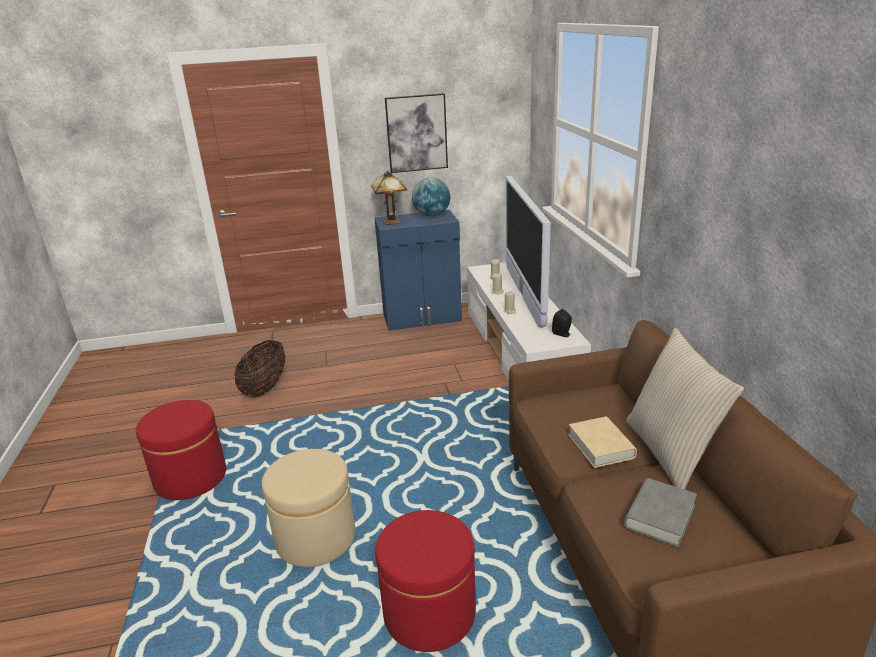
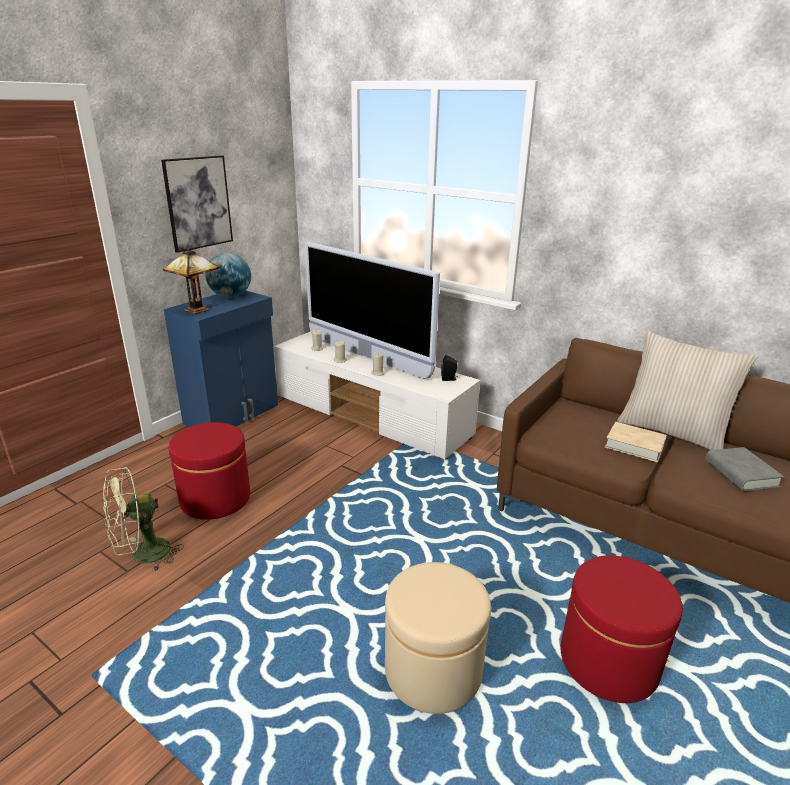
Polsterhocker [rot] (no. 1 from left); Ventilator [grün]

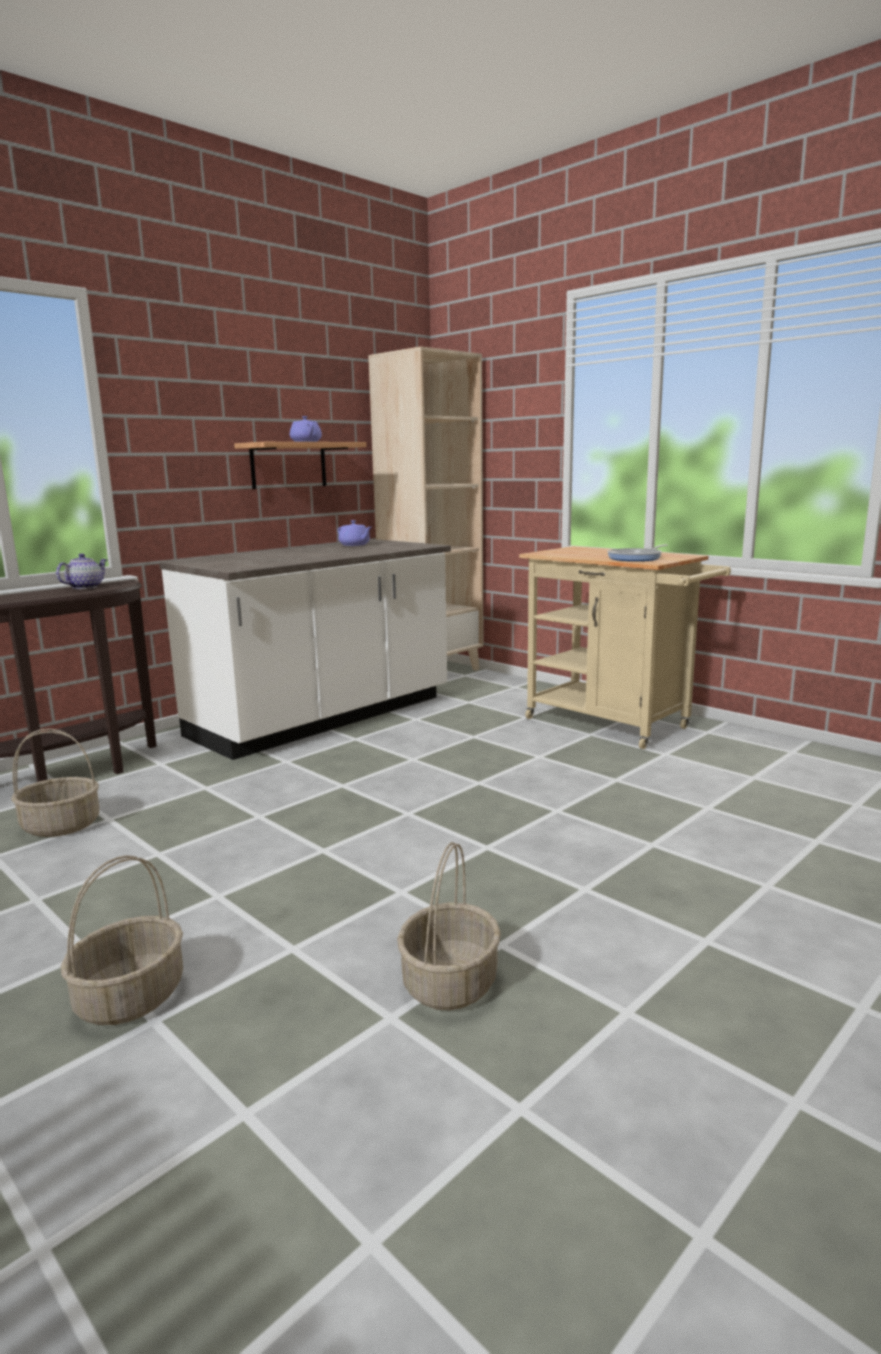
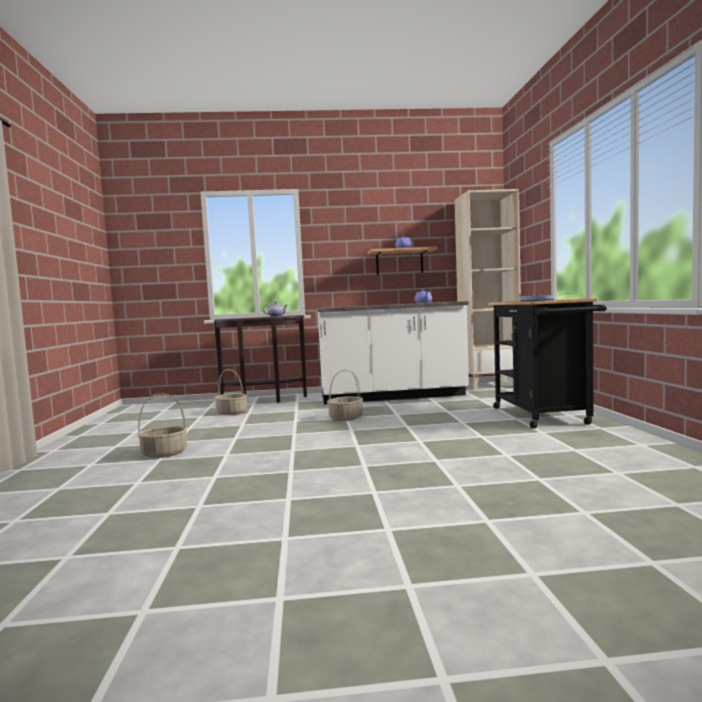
Korb (no. 3 from left); Rollwagen [schwarz]

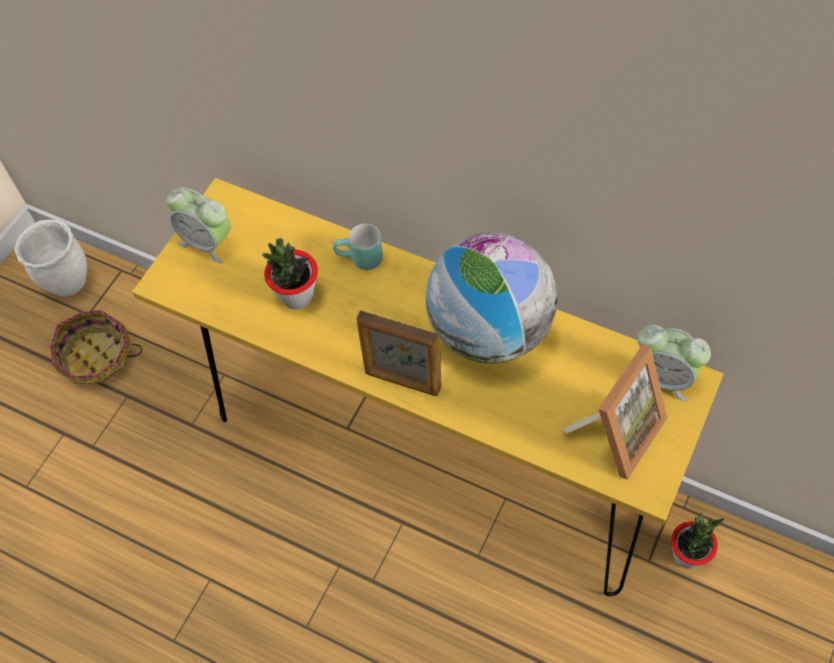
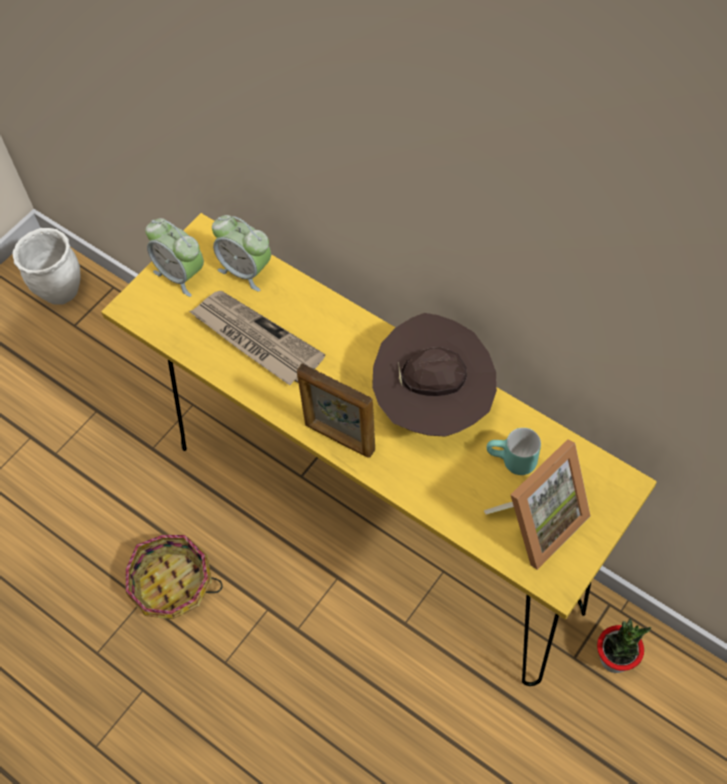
Korb; Zeitung; Henkelbecher [türkis]; Hut [braun]; Wecker (no. 2 from left)

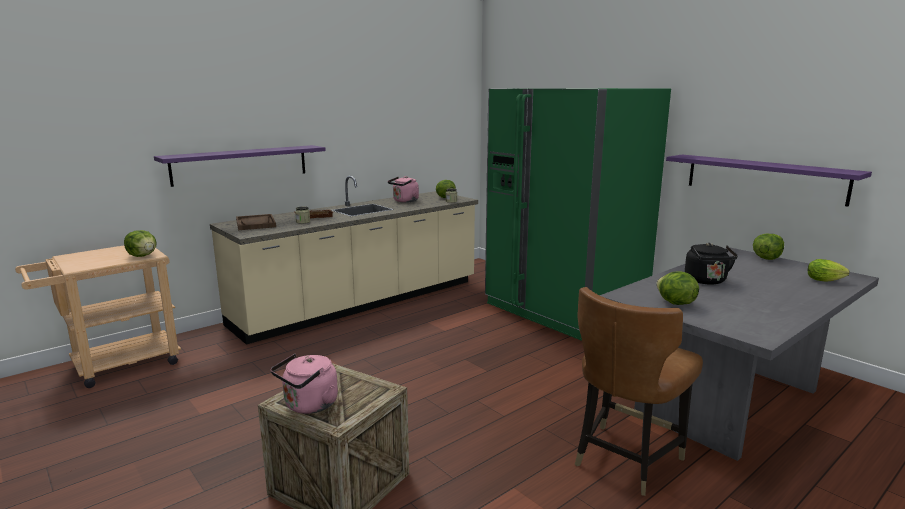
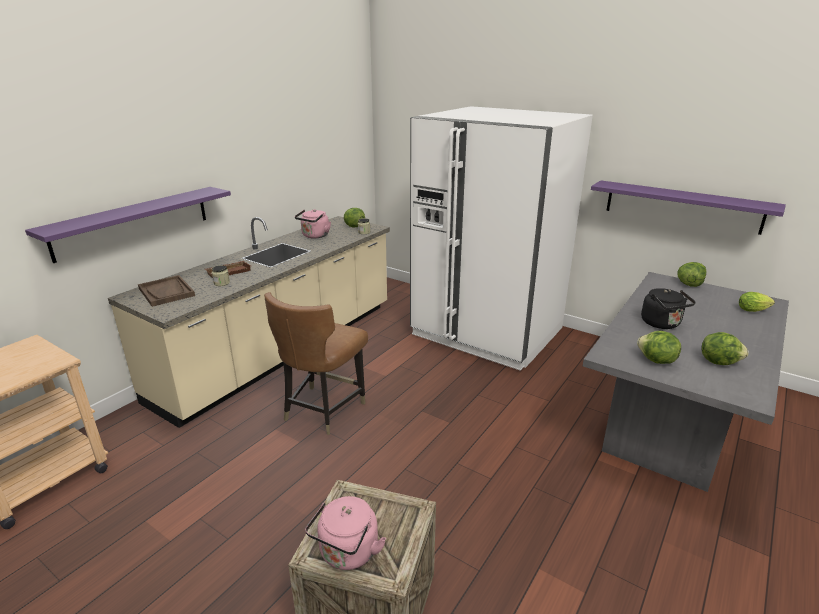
Salatkopf (no. 4 from left); Kühlschrank [weiß]; Stuhl [braun]

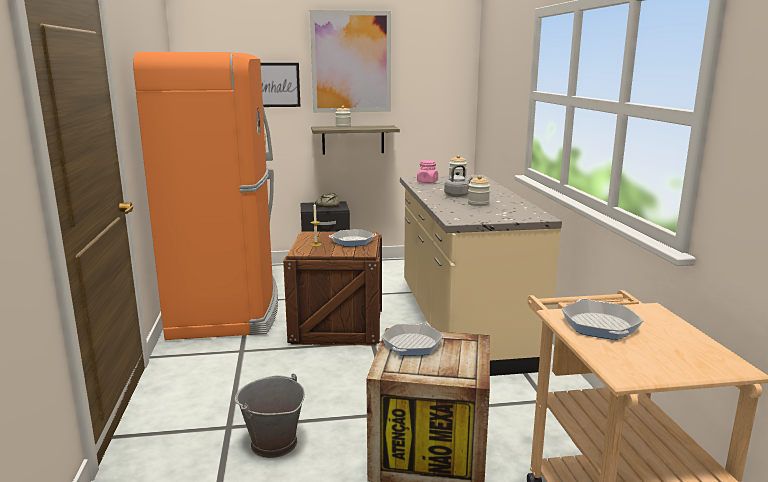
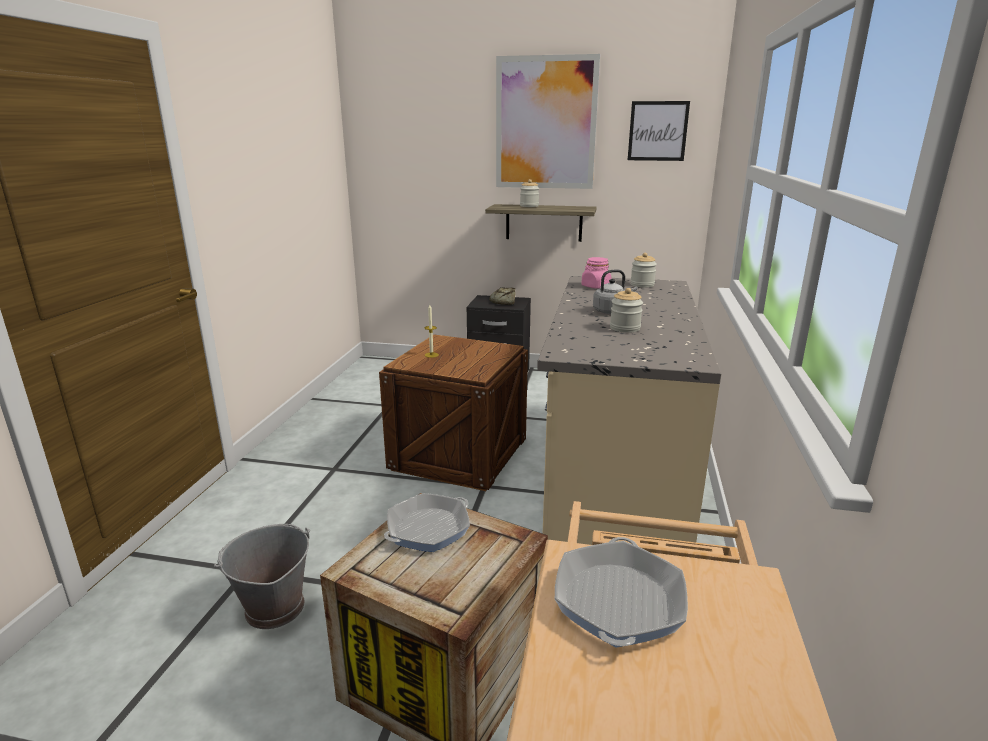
Kühlschrank [orange]; Bild (no. 2 from left); Pfanne (no. 1 from left in the first image)

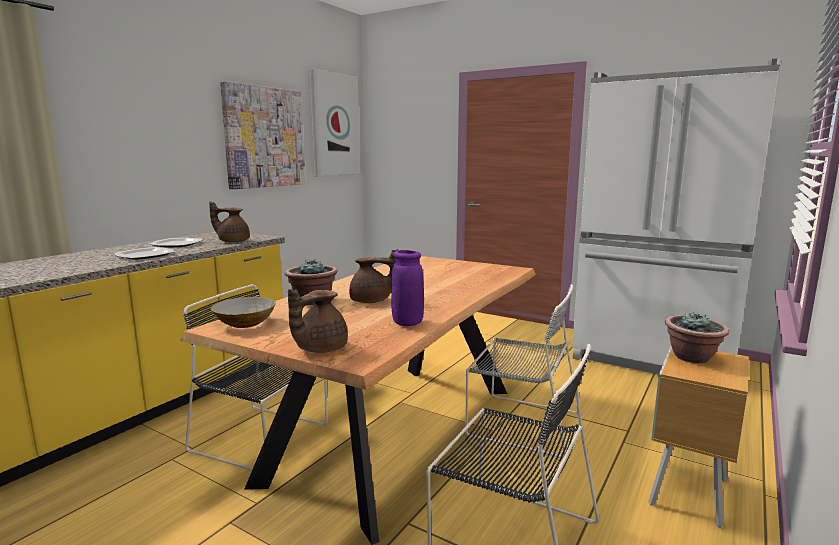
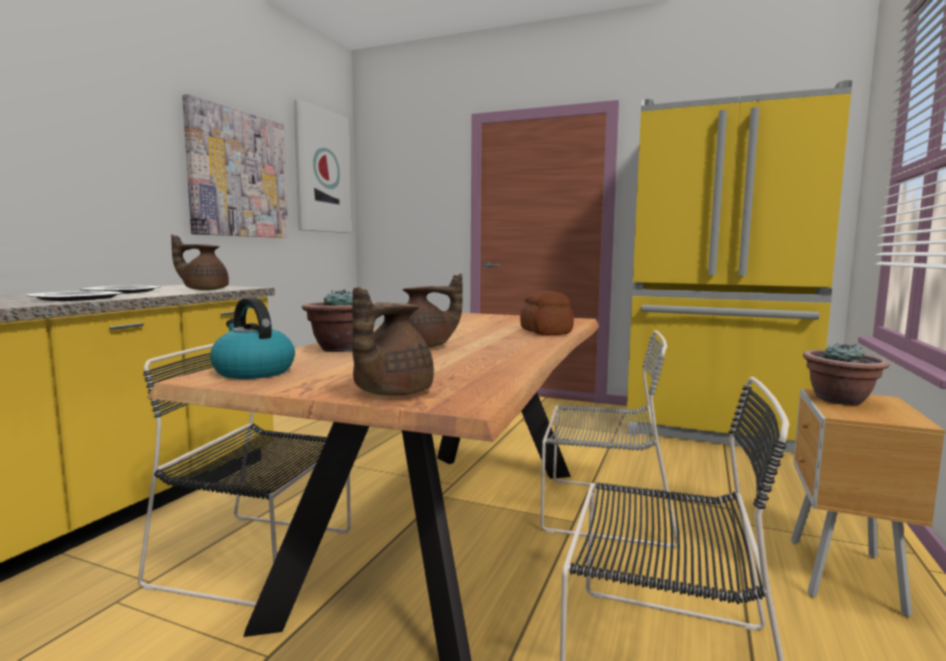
Wasserkessel; Vase [lila]; Kühlschrank [gelb]; Brot

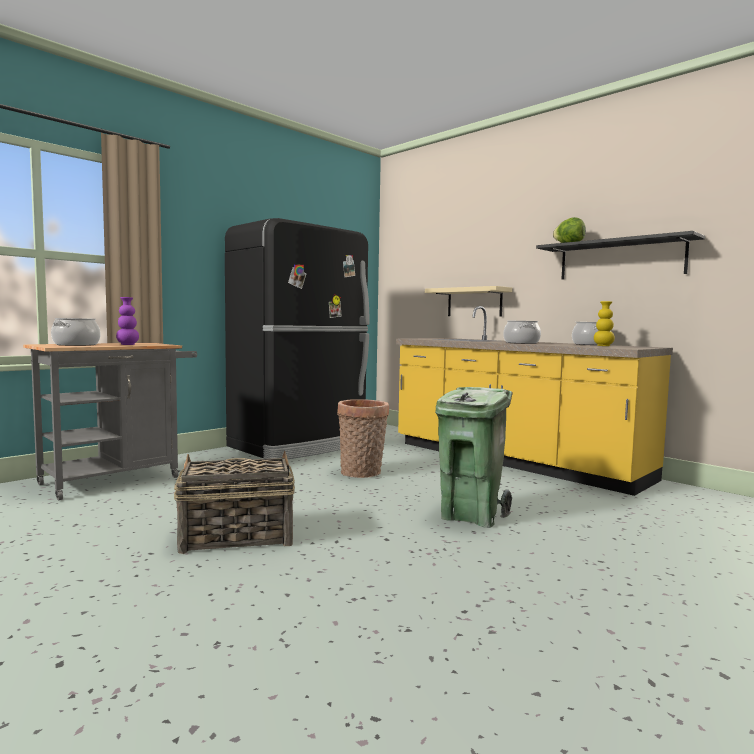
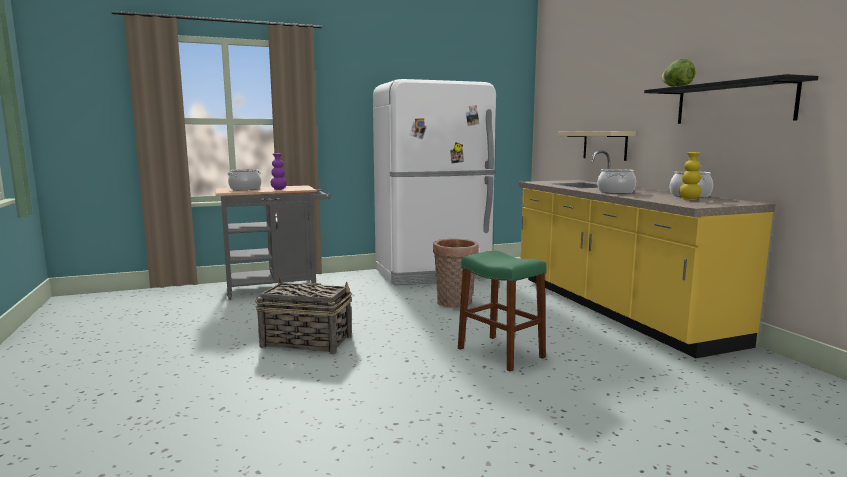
Kühlschrank [weiß]; Hocker [grün]

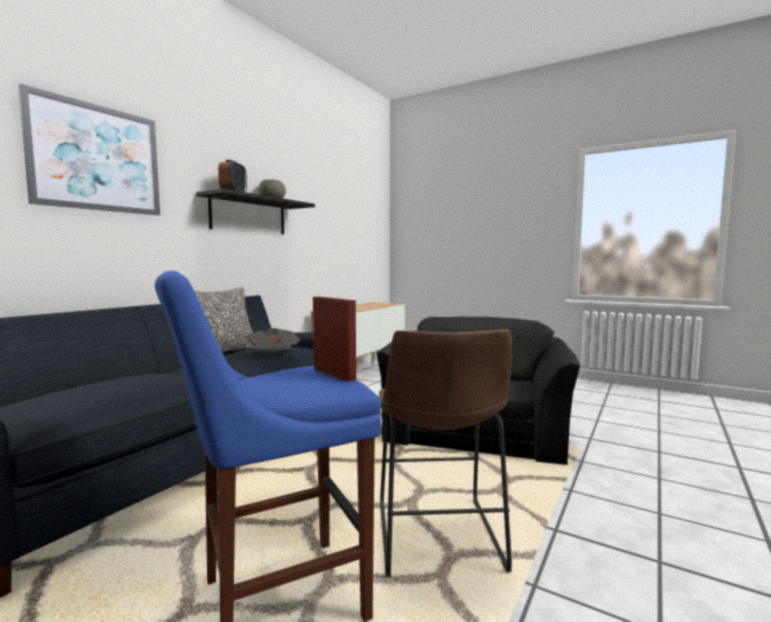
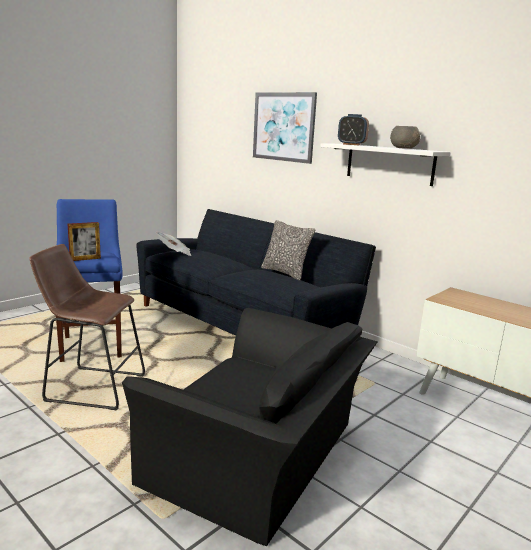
Wandregal [weiß]; Zeitung

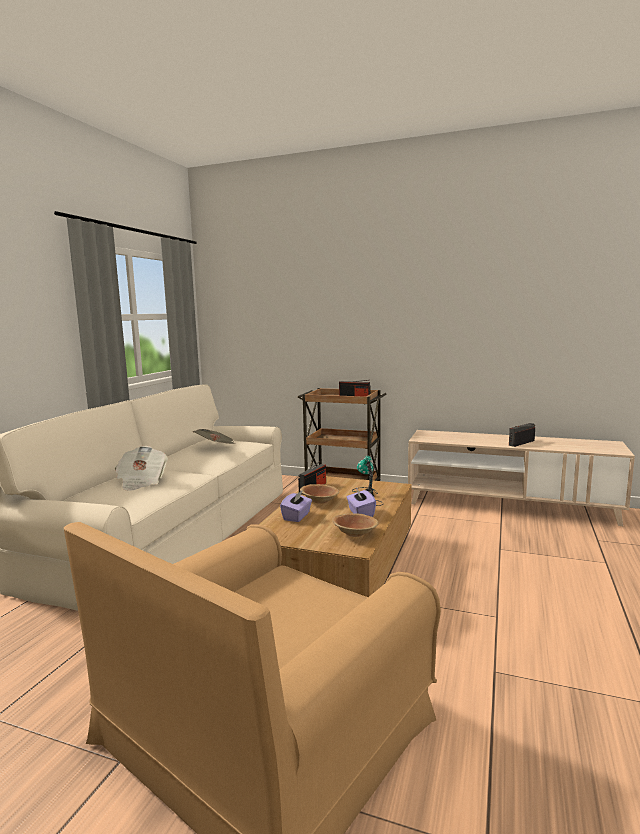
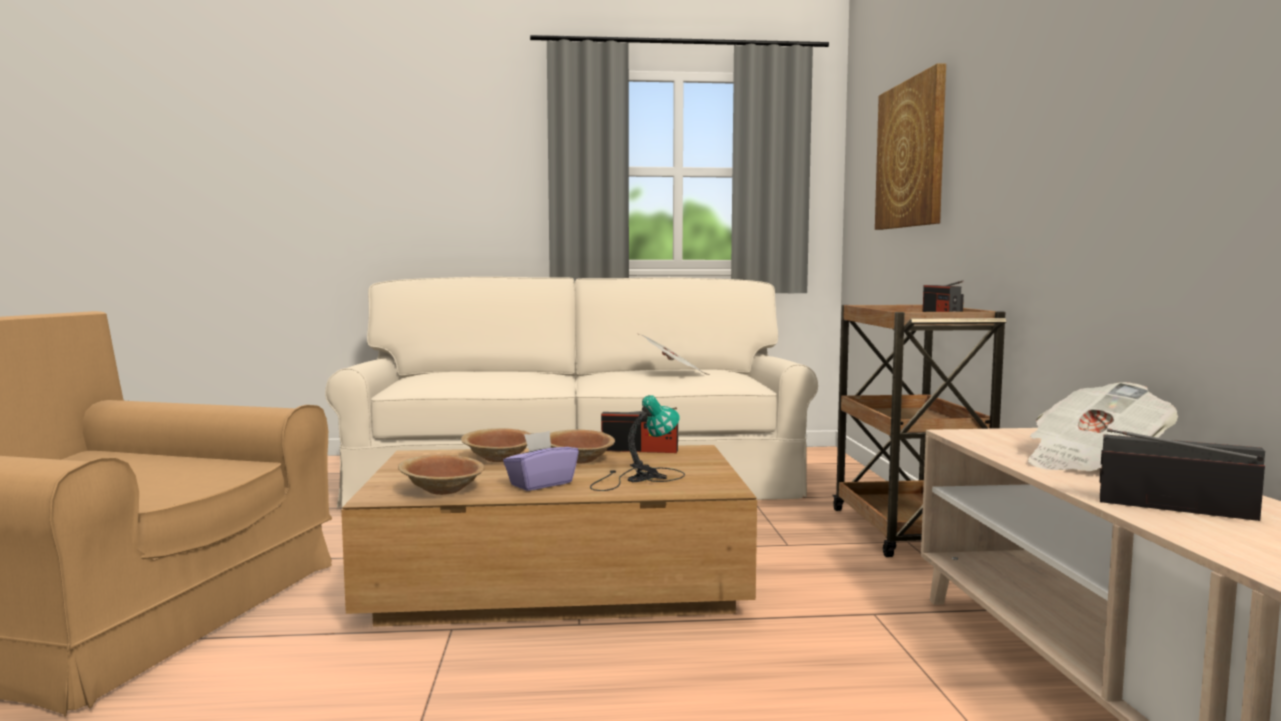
Zeitung (no. 2 from left); Schüssel [braun] (no. 2 from left); Bild

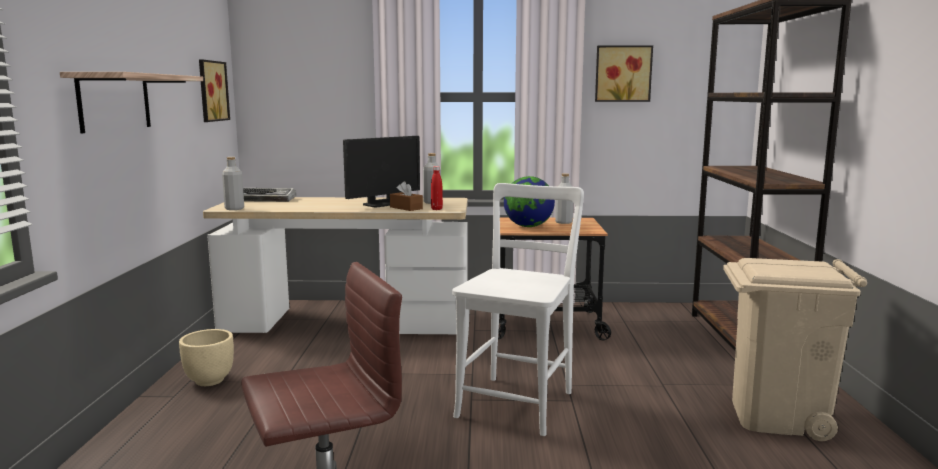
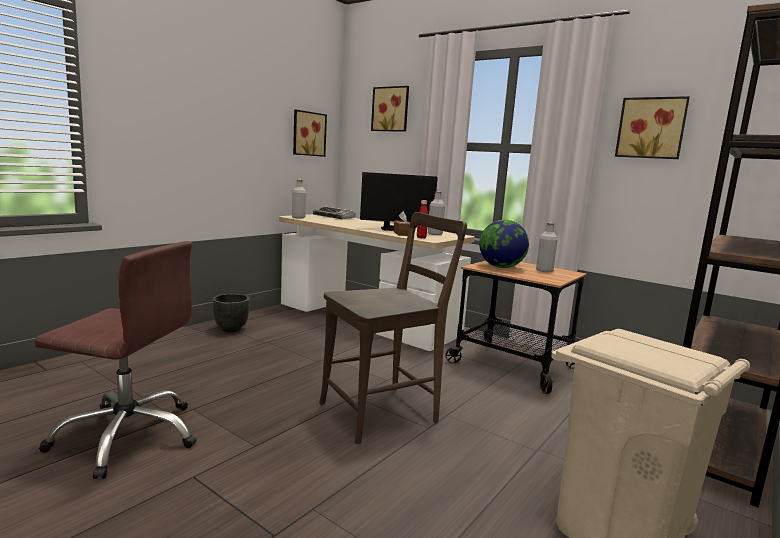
Wandregal; Pflanzkübel [schwarz]; Stuhl [braun]; Bild (no. 2 from left)

